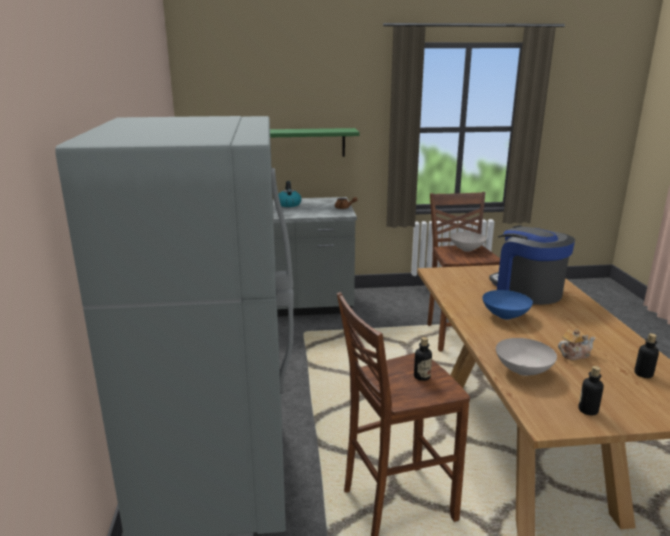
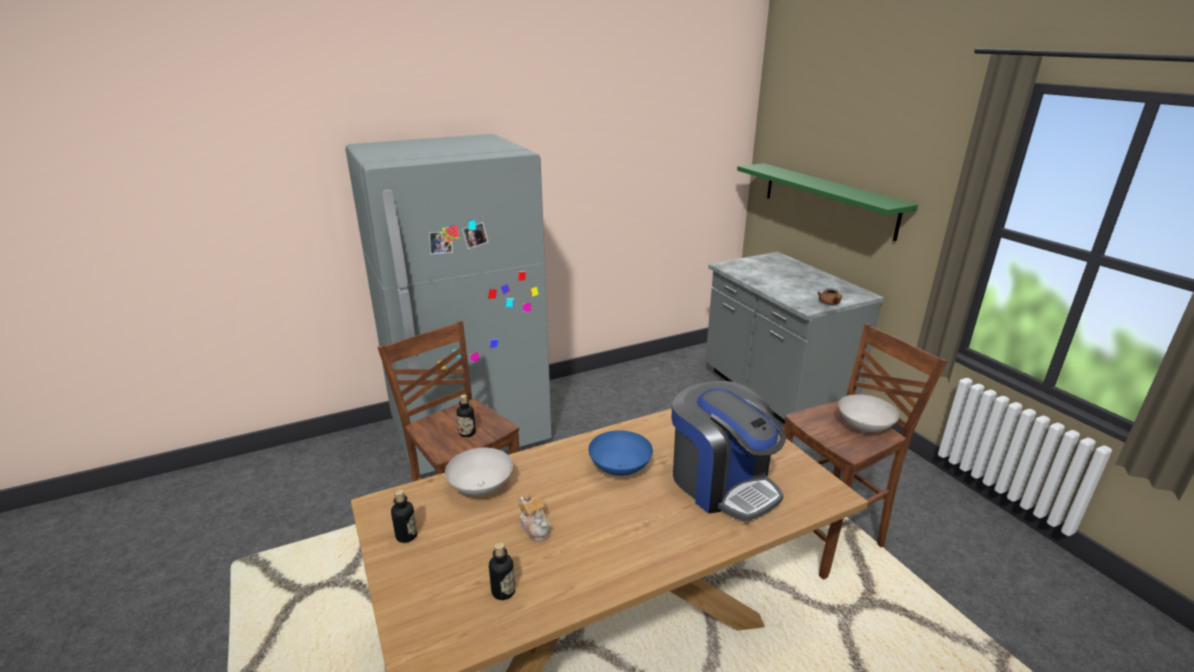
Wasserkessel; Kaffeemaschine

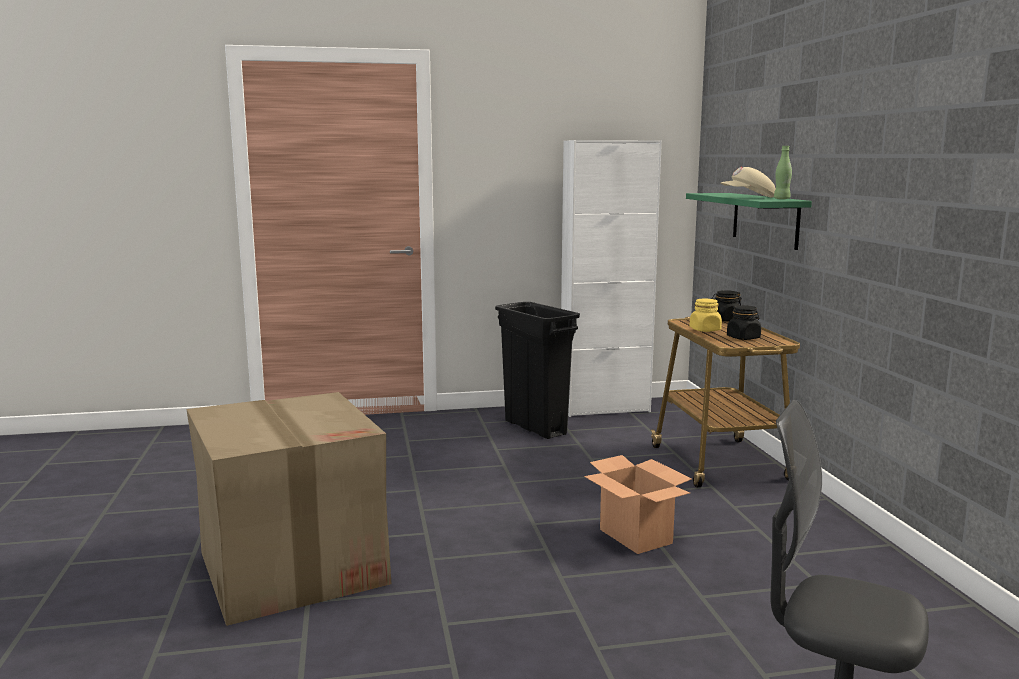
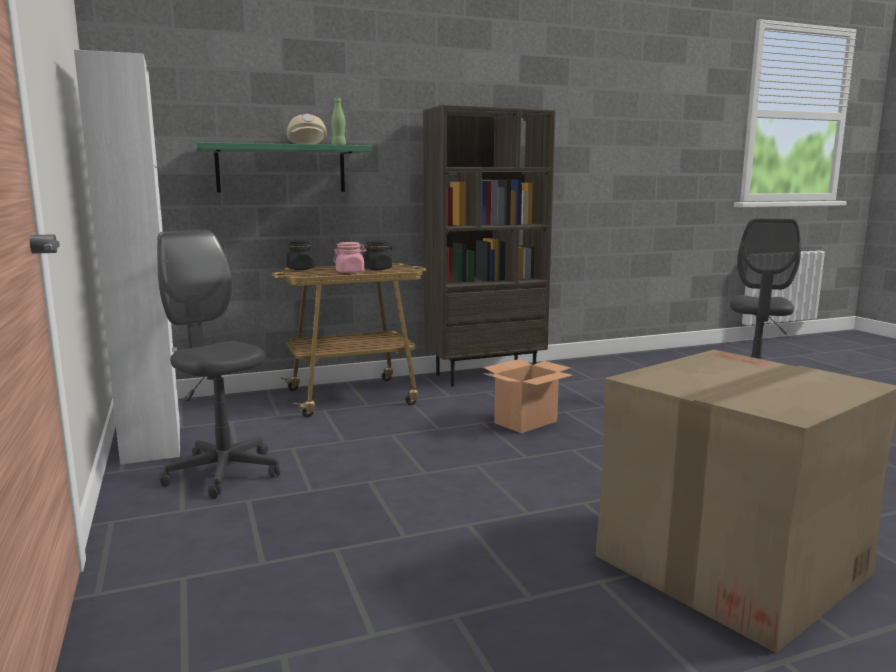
Bürostuhl [grau] (no. 1 from left); Vorratsglas [rosa]; Bücherregal [braun]

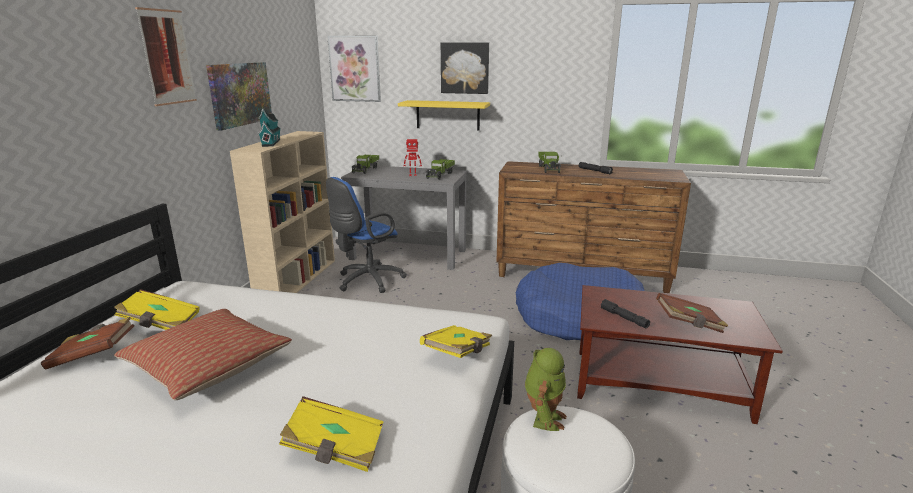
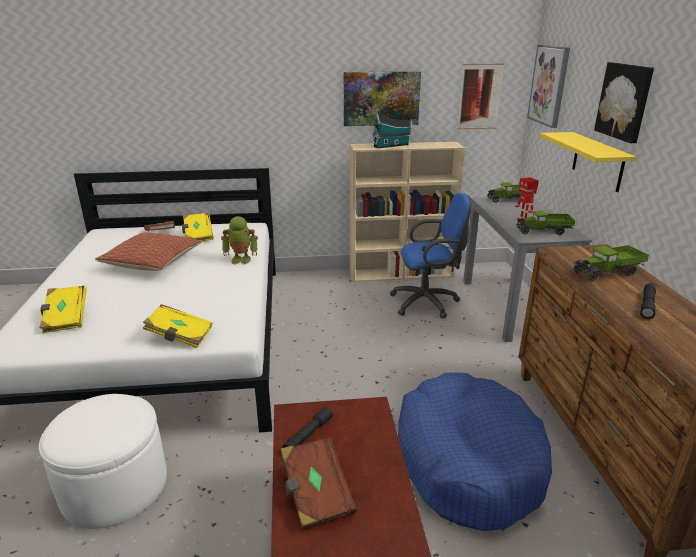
Bild (no. 2 from left); Bürostuhl [blau]; Spielzeugroboter (no. 1 from left)

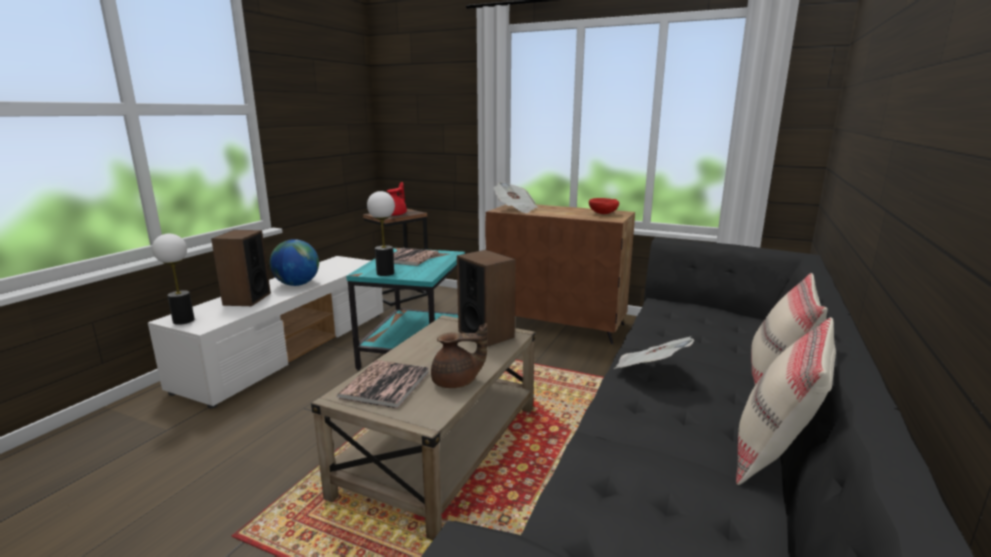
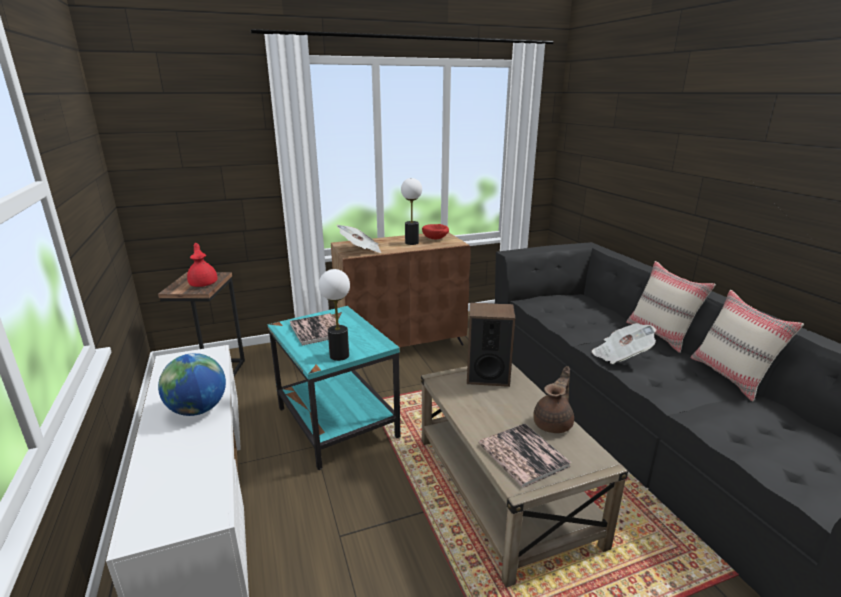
Tischlampe (no. 2 from left); Lautsprecher (no. 1 from left in the first image)

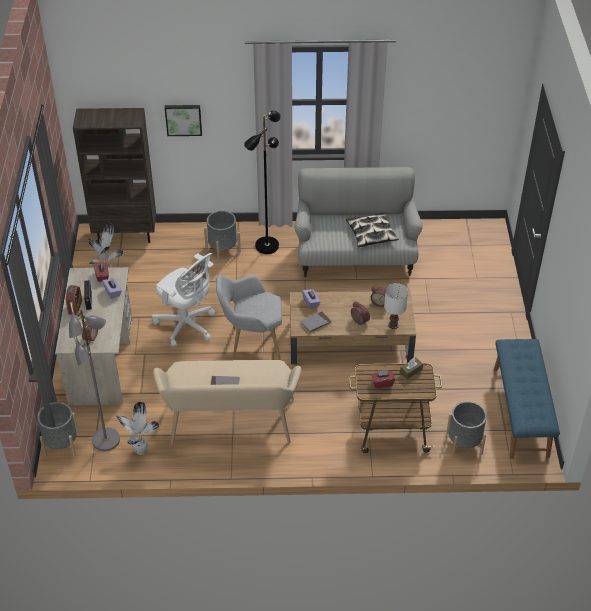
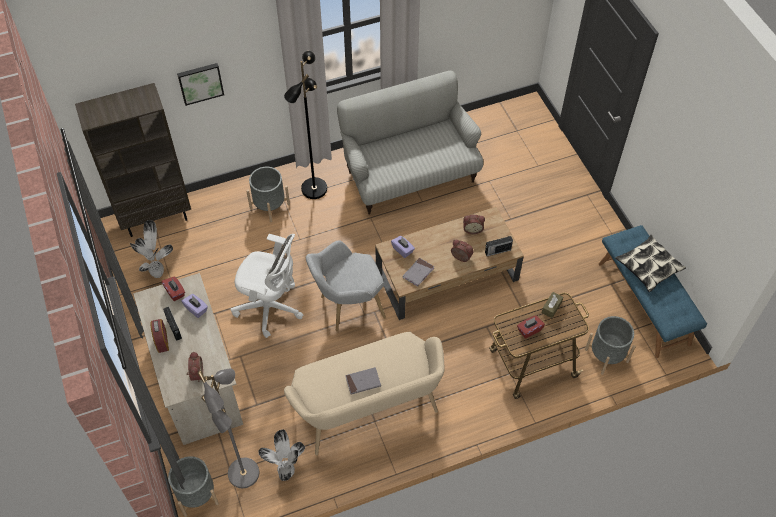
Kissen; Radio (no. 2 from left)

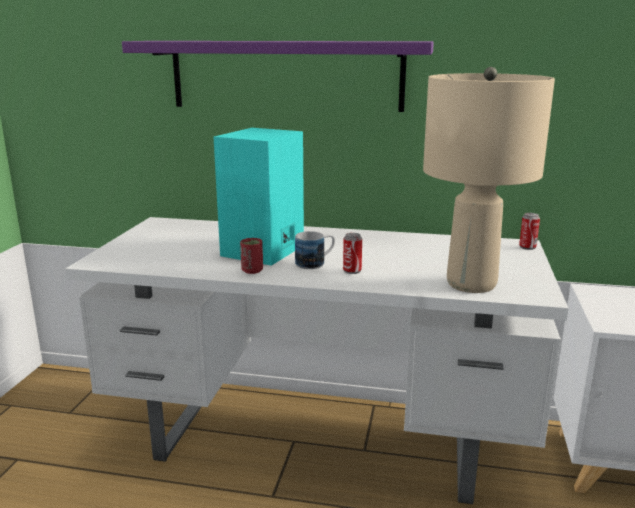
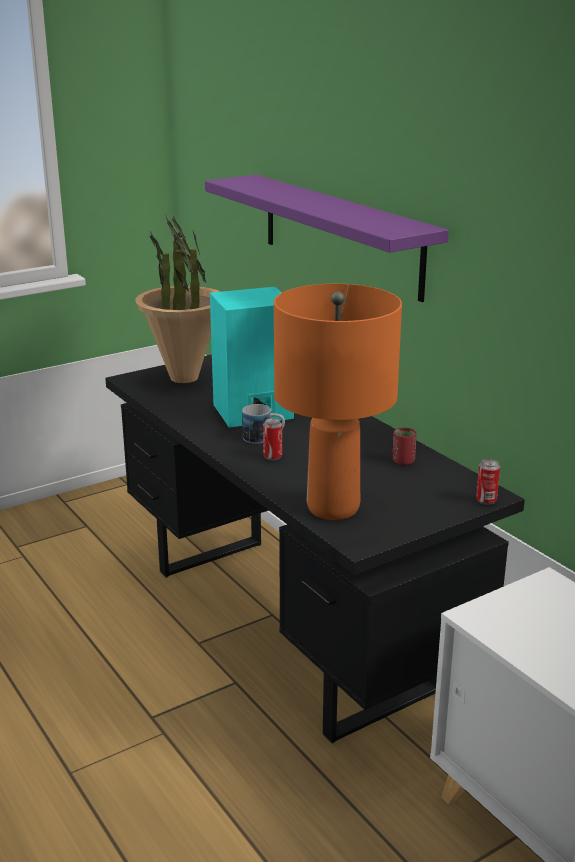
Schreibtisch [schwarz]; Tasse [rot]; Tischlampe [orange]; Topfpflanze

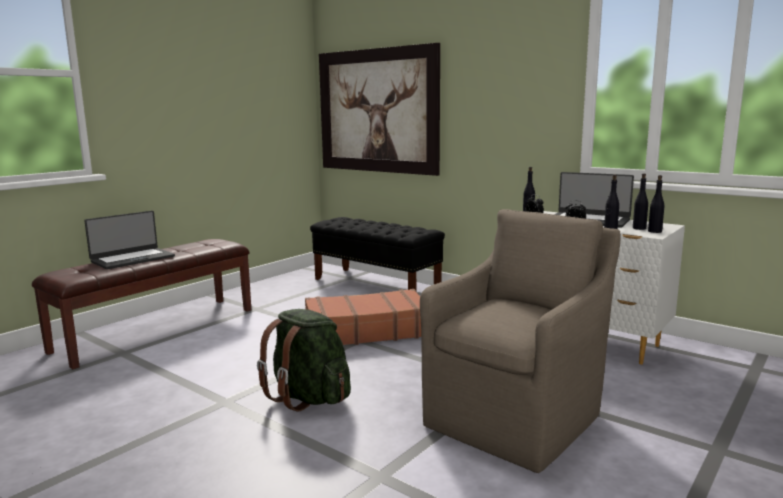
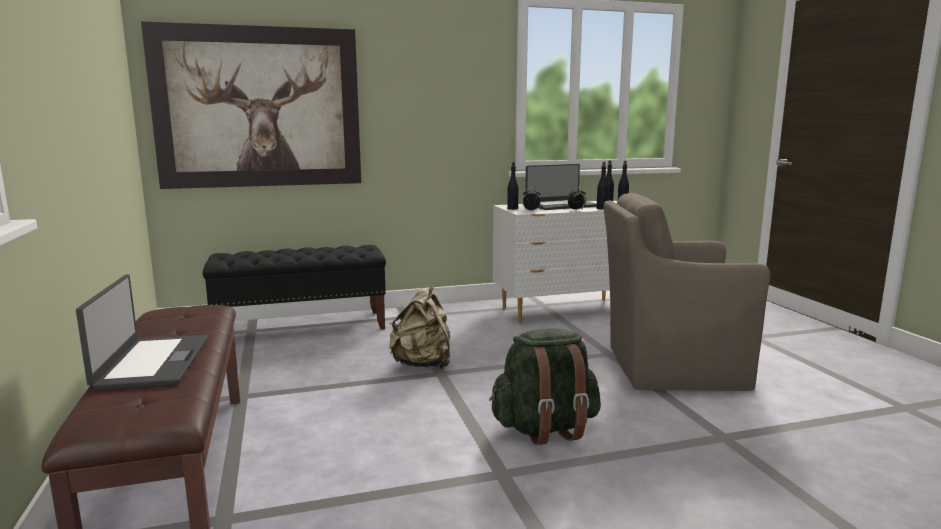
Rucksack [beige]; Sessel [braun]

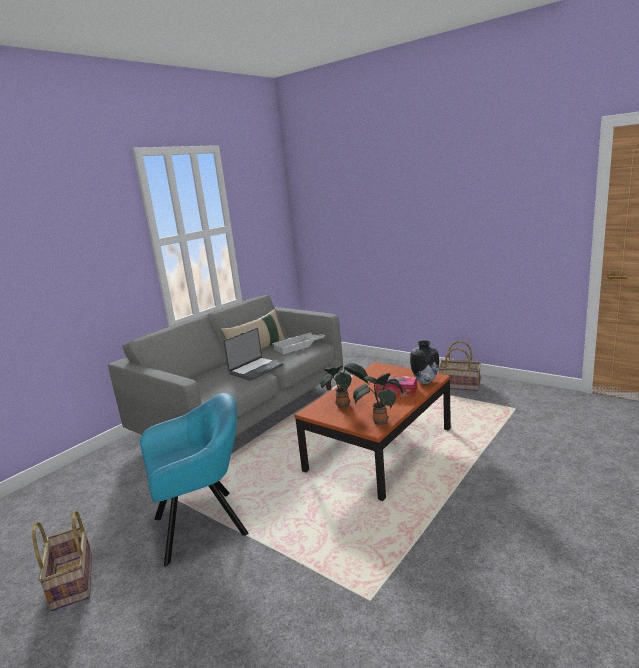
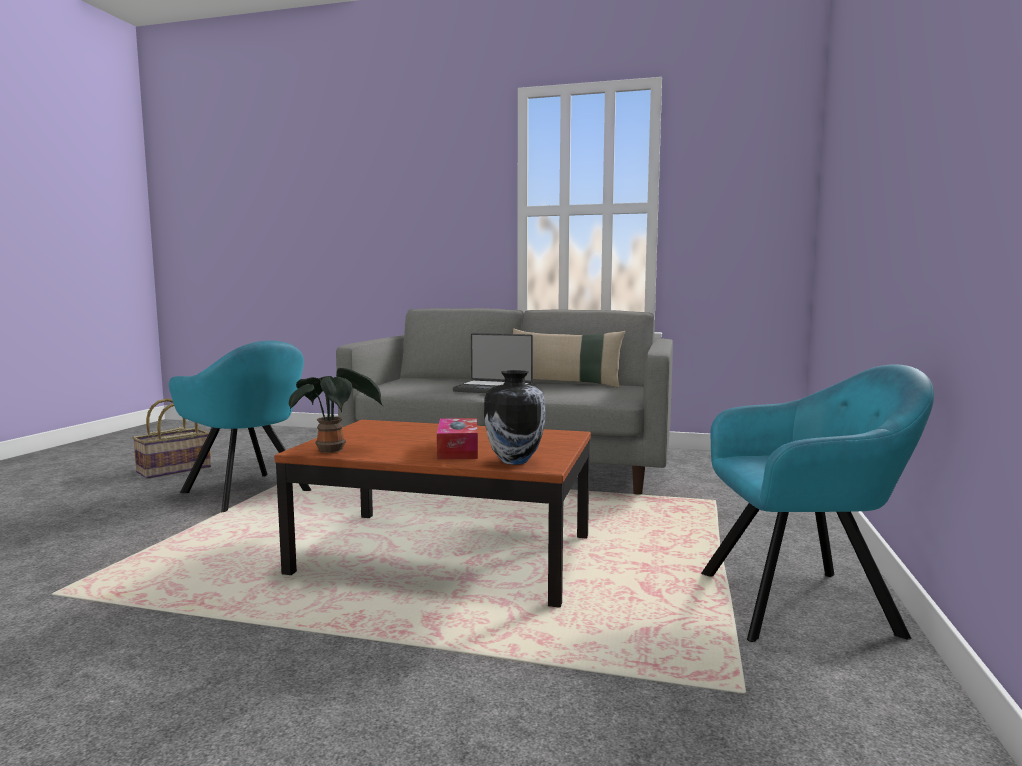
Tablett [weiß]; Topfpflanze (no. 1 from left in the first image); Sessel [türkis] (no. 2 from left)

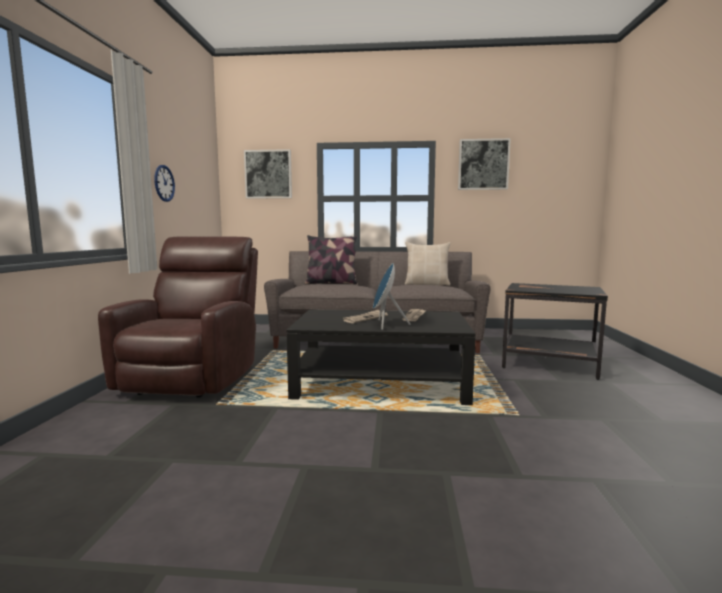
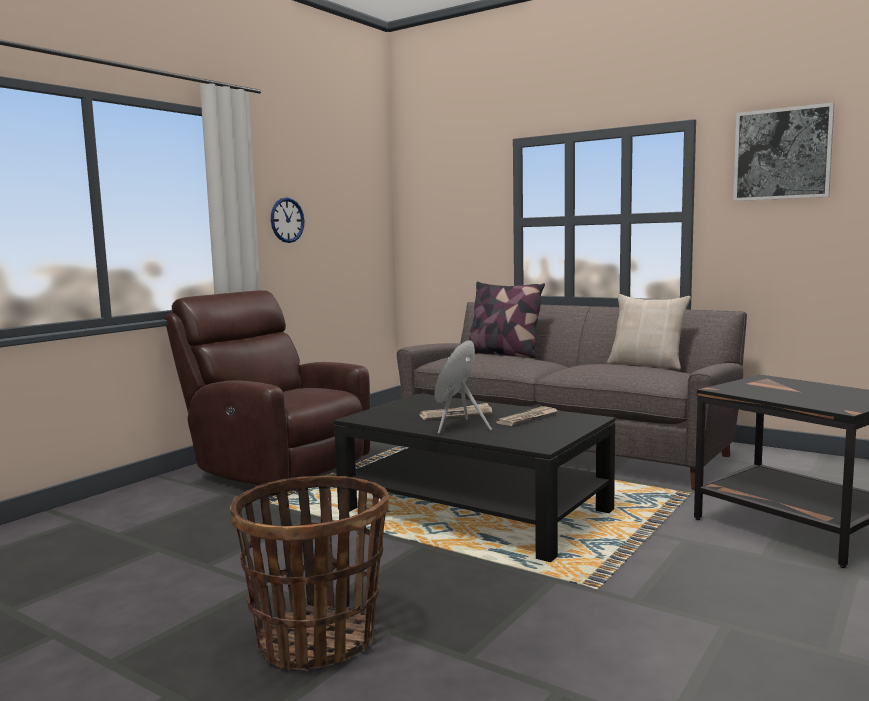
Sessel [braun]; Bild (no. 1 from left in the first image); Korb

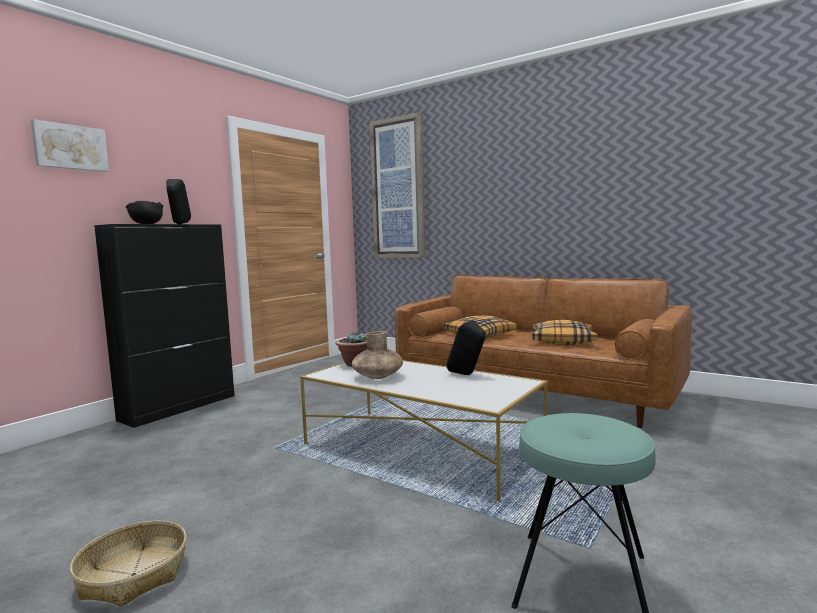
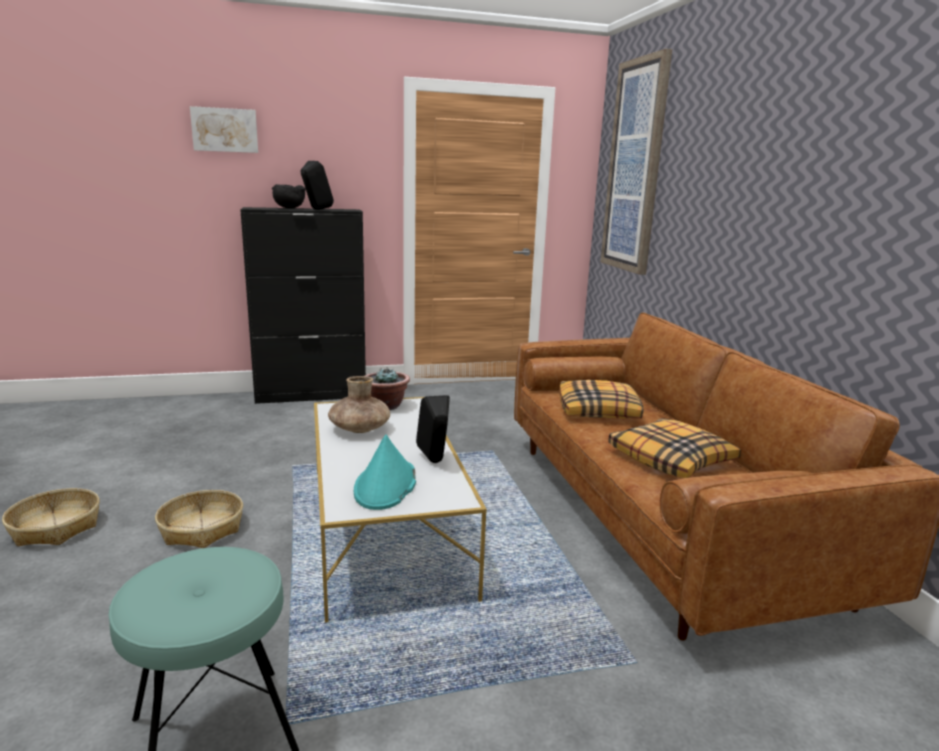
Korb (no. 2 from left); Hut [türkis]

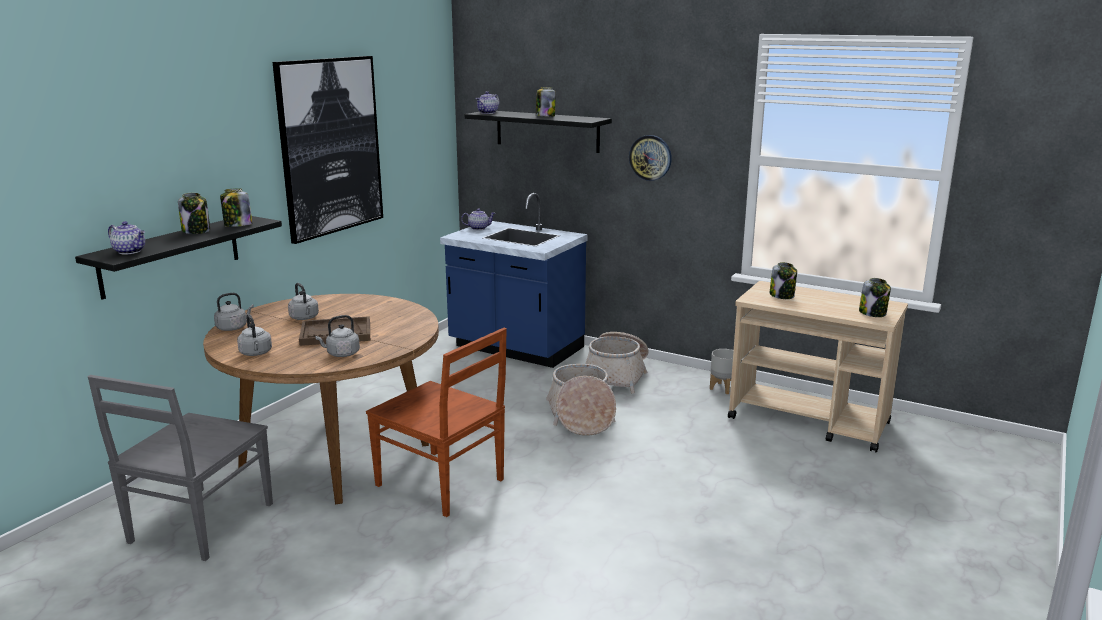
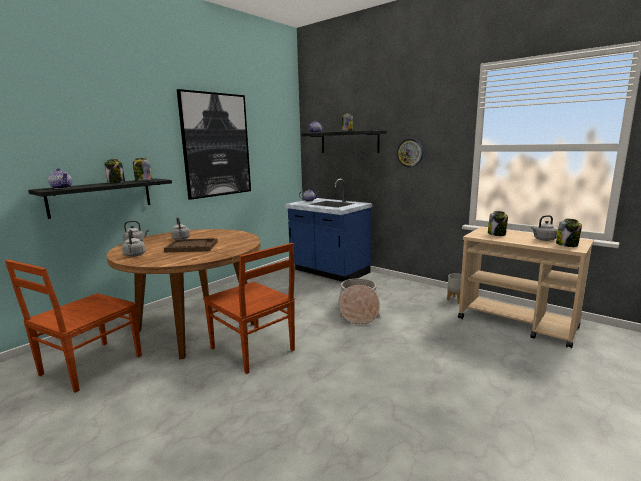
Stuhl [braun] (no. 1 from left); Wasserkessel [grau] (no. 4 from left); Korb (no. 2 from left in the first image)

